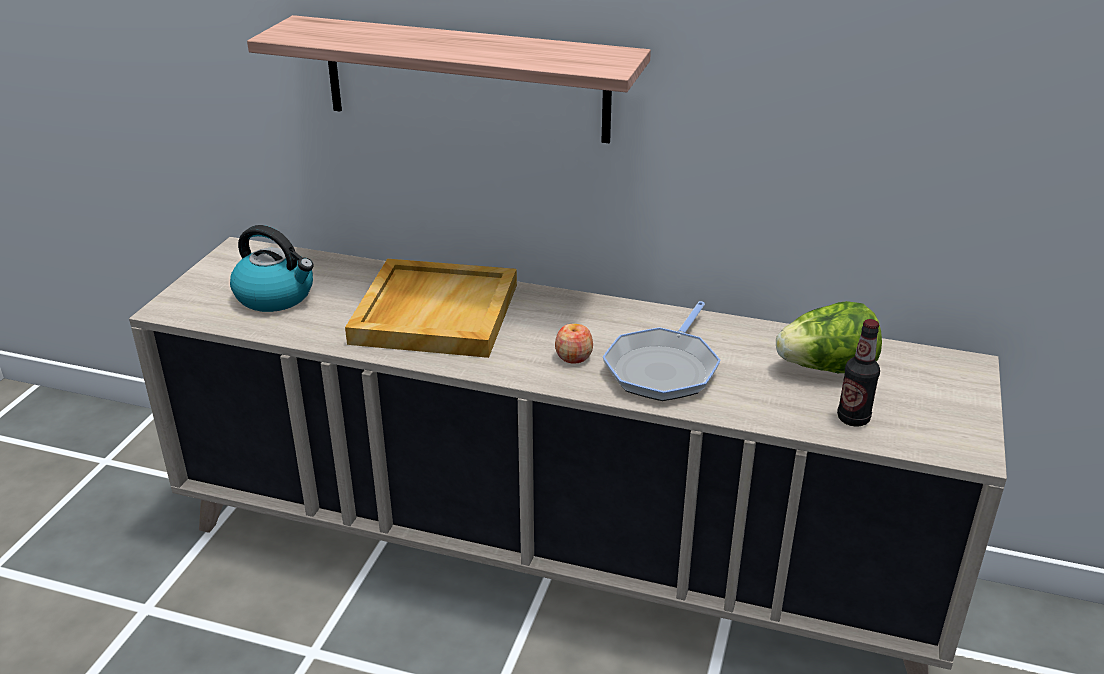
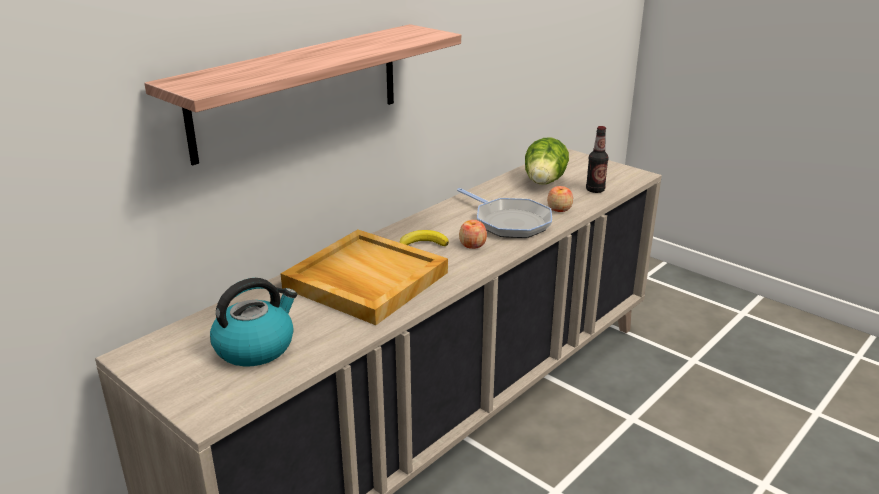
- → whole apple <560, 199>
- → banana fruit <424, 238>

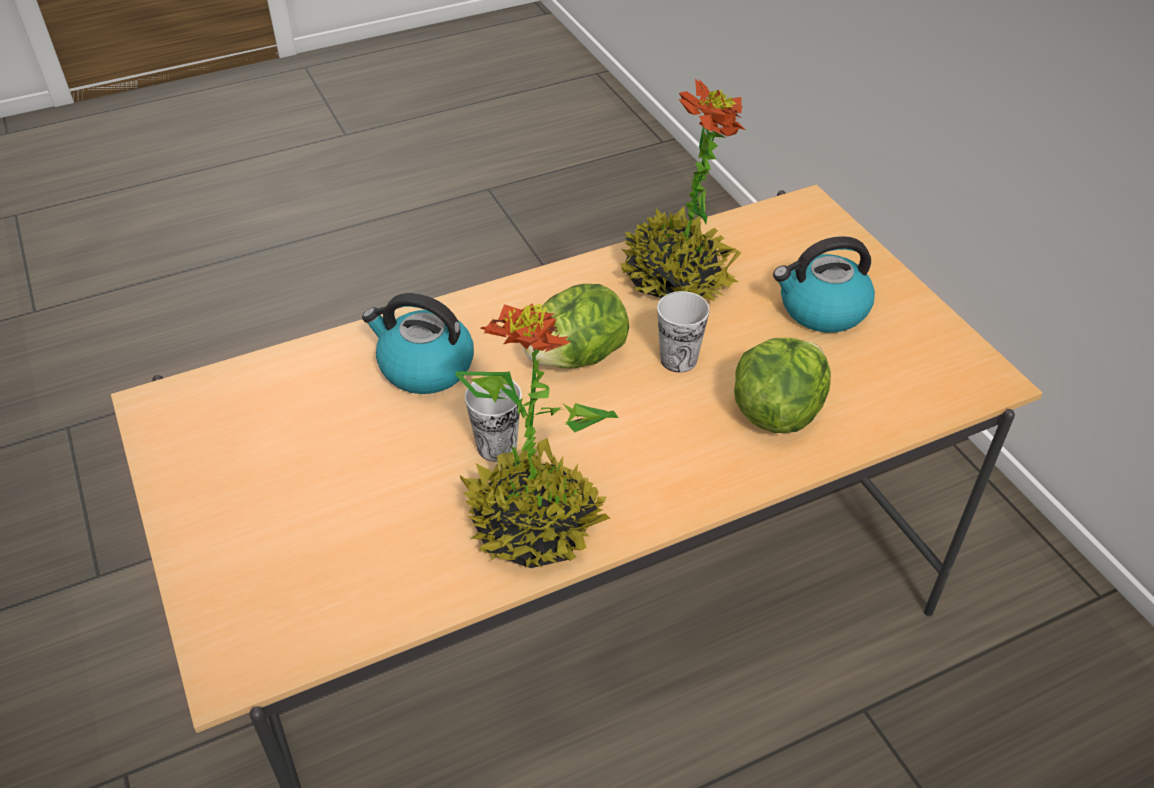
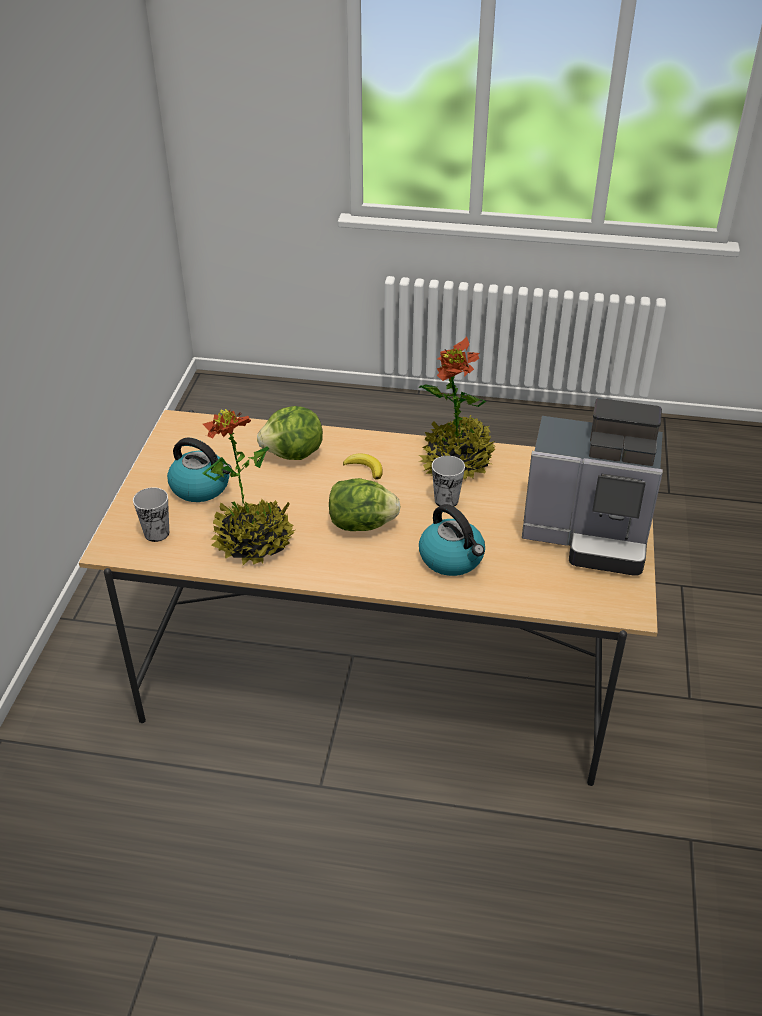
drinking cup <683, 332> → drinking cup <151, 514>, shifted
- → coffee brewer <592, 487>
- → banana fruit <363, 467>

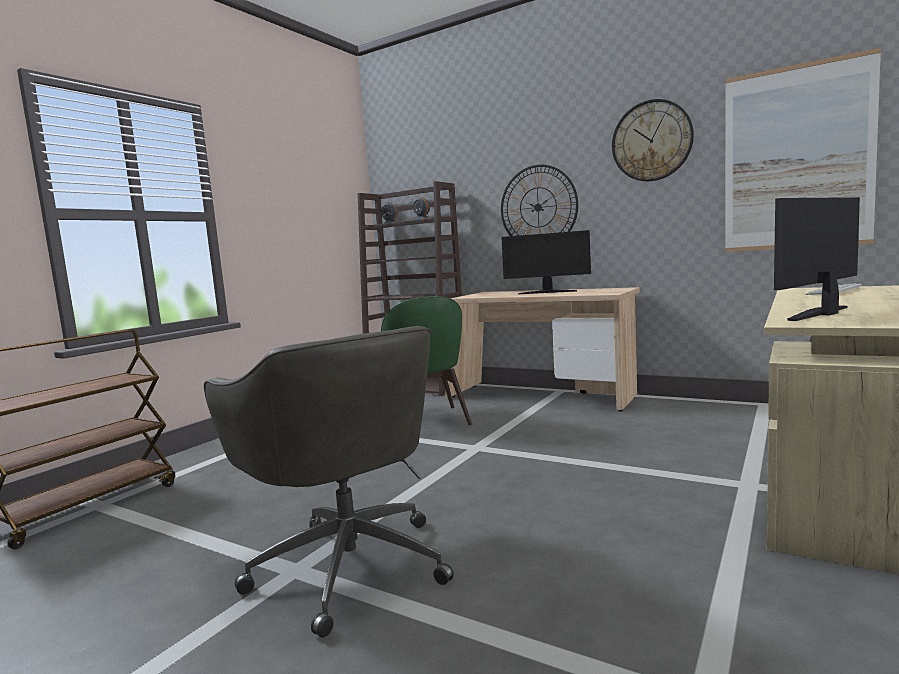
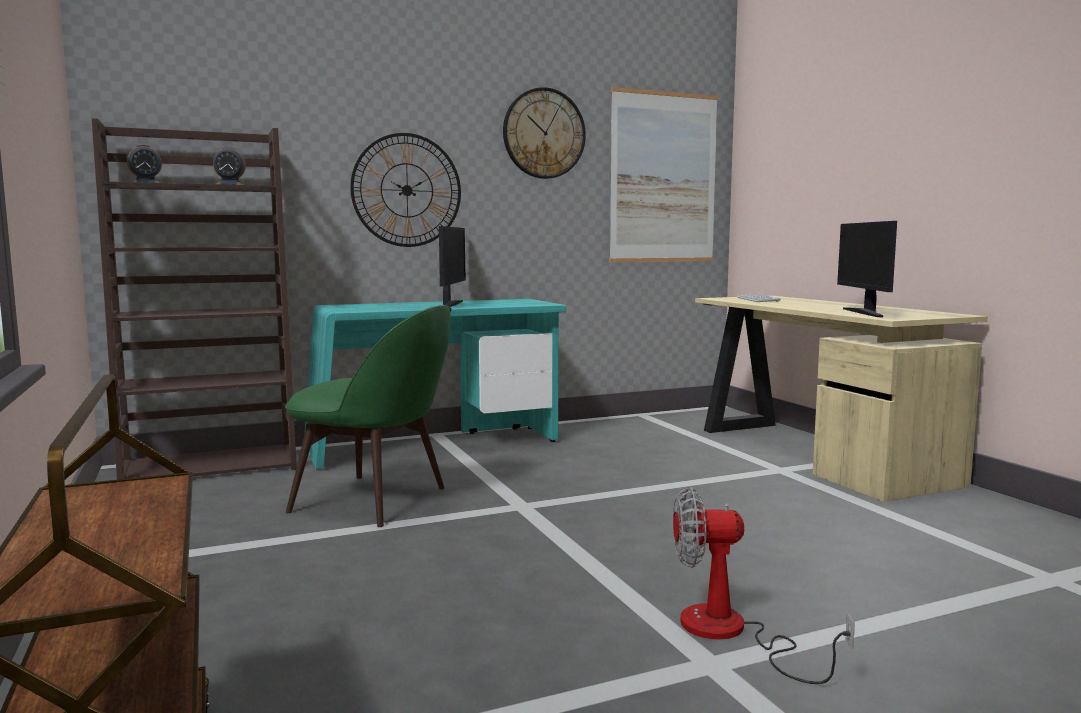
computer screen <546, 262> → computer screen <452, 266>, 45 degrees counterclockwise
beige desk <542, 349> → turquoise desk <435, 384>
gray office chair <329, 482> → cooling fan <764, 585>

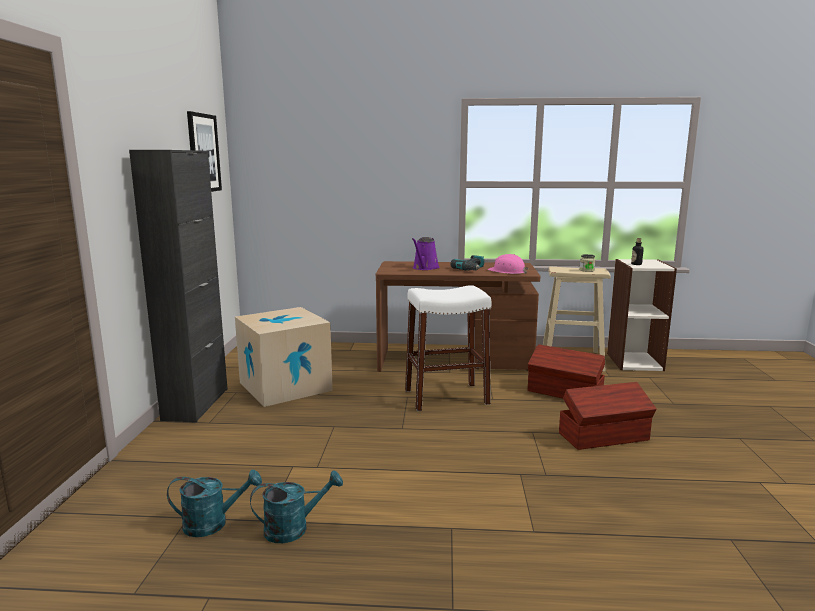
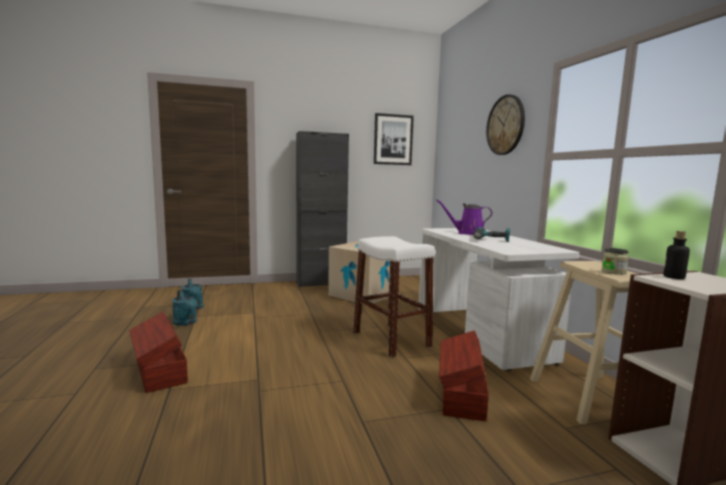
pinkish work helmet <508, 264> → -
brownish desk <458, 316> → whitish desk <499, 299>
brownish storage bin <608, 416> → brownish storage bin <158, 352>, shifted
- → hanging clock <505, 124>

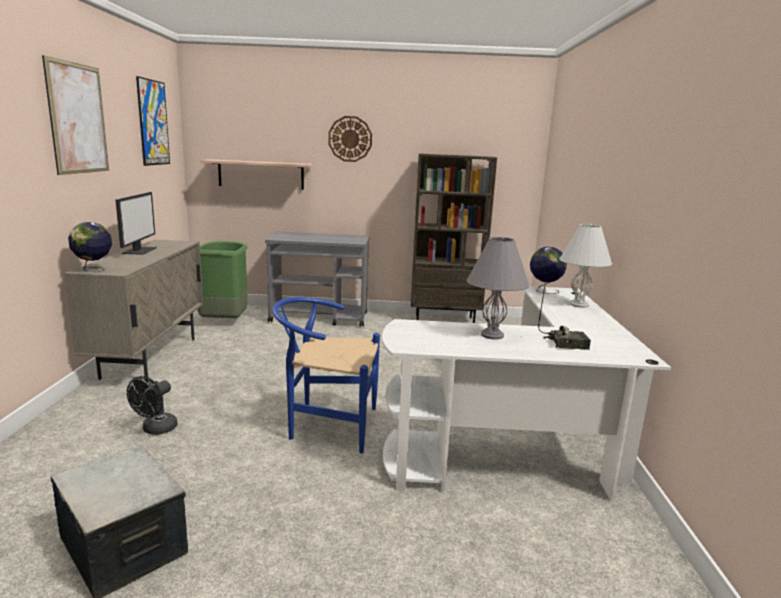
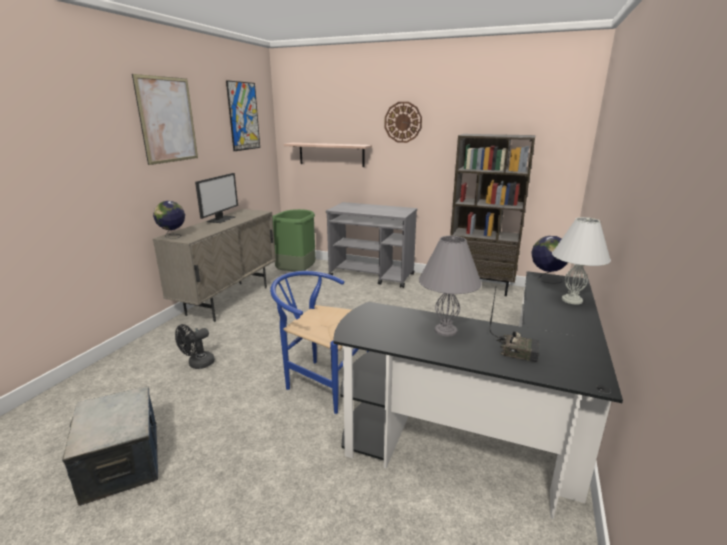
whitish desk <526, 393> → black desk <478, 395>

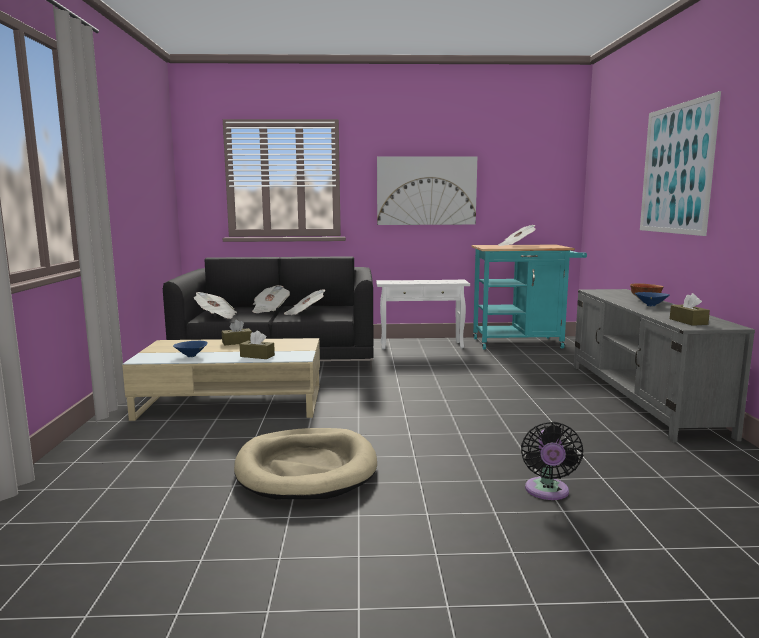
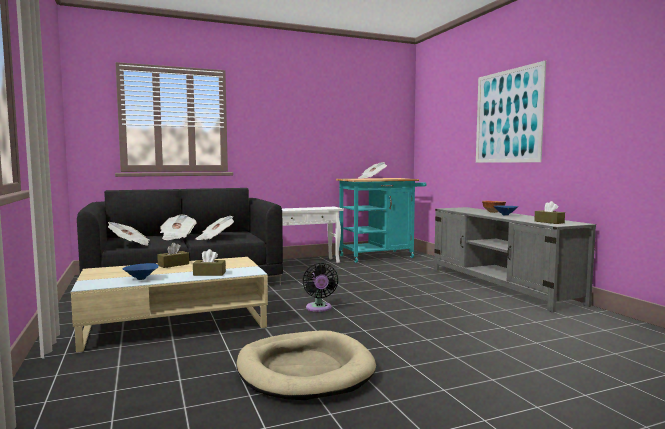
picture <427, 190> → -
black cooling fan <552, 461> → black cooling fan <320, 287>, shifted

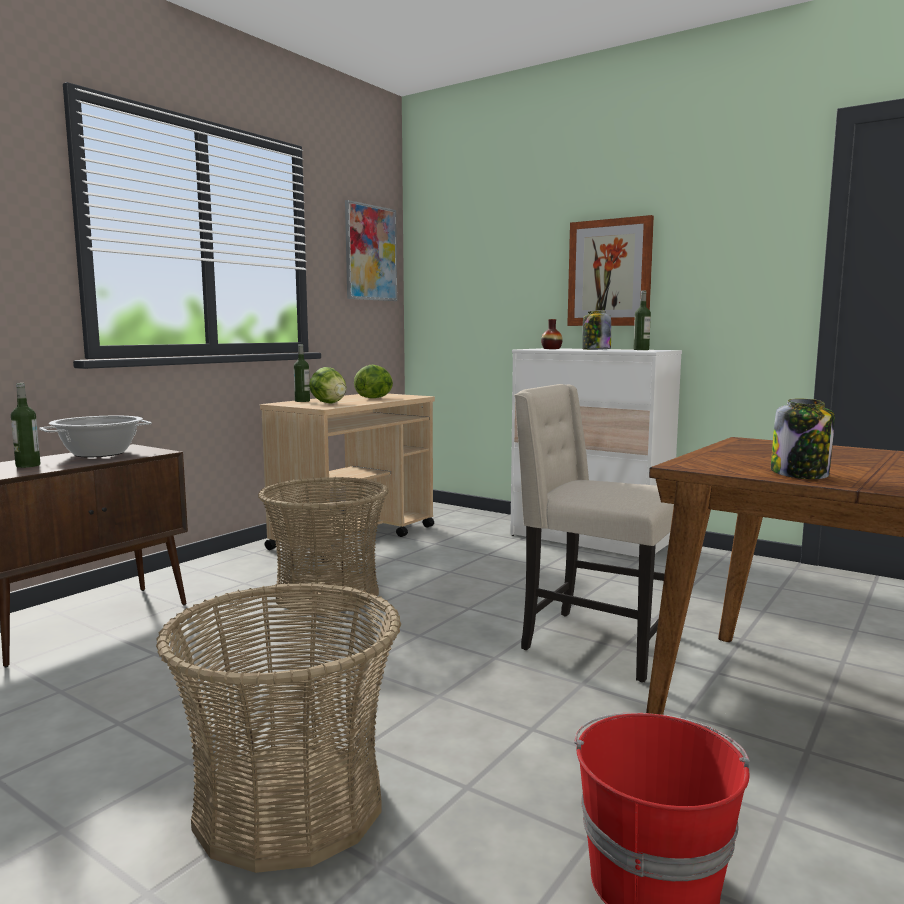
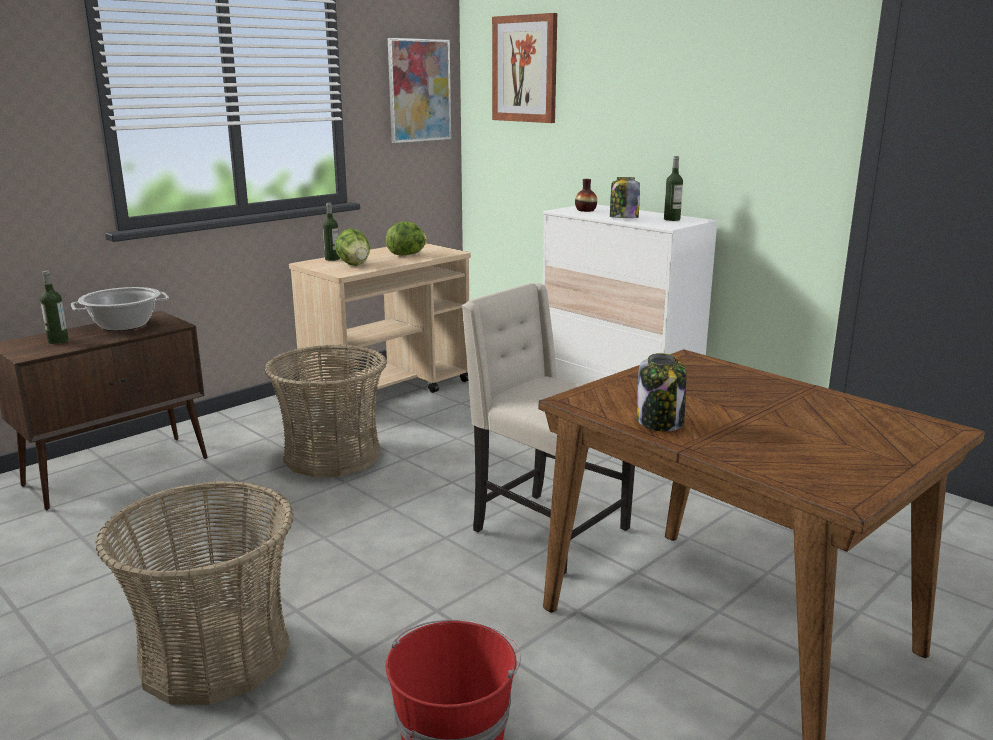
picture <610, 270> → picture <524, 68>, shifted

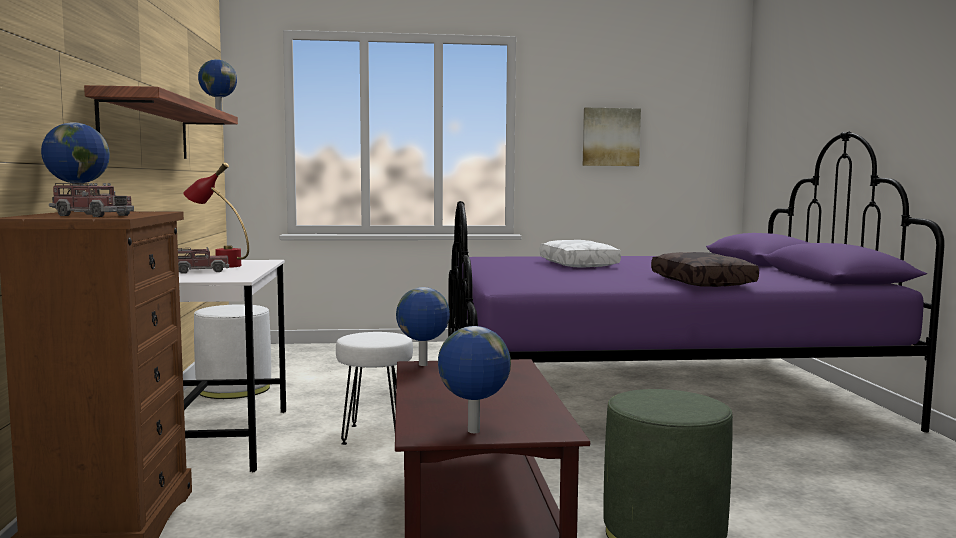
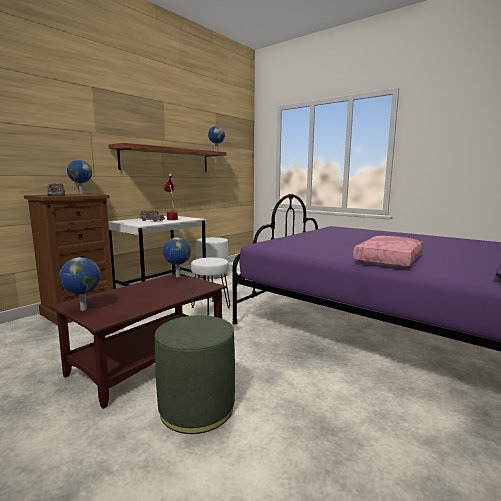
picture <612, 137> → -
whitish throw pillow <580, 253> → -
brownish throw pillow <705, 269> → pinkish throw pillow <388, 251>

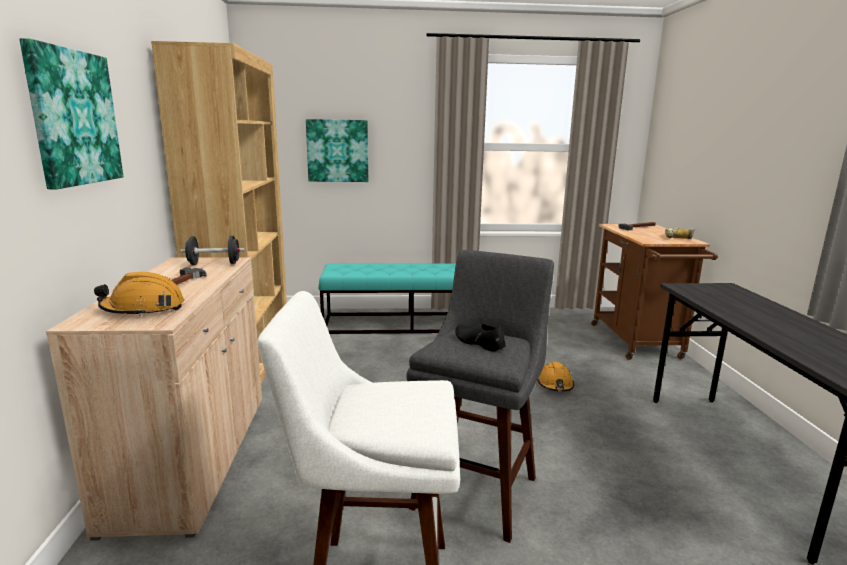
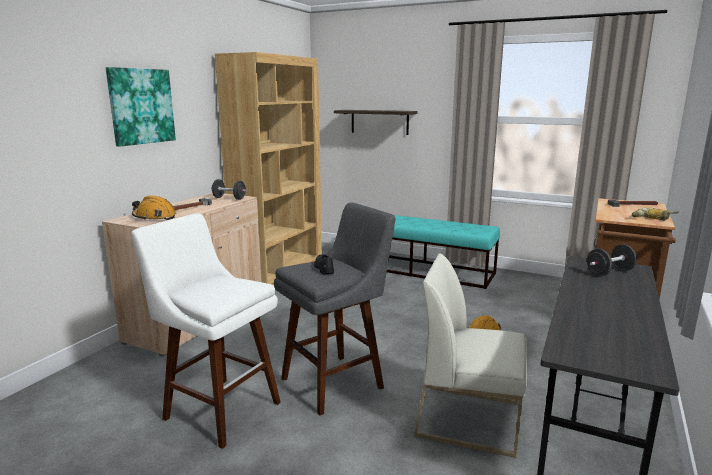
picture <337, 150> → wall shelf <375, 122>
- → black hand weight <612, 260>
- → whitish plain chair <470, 355>

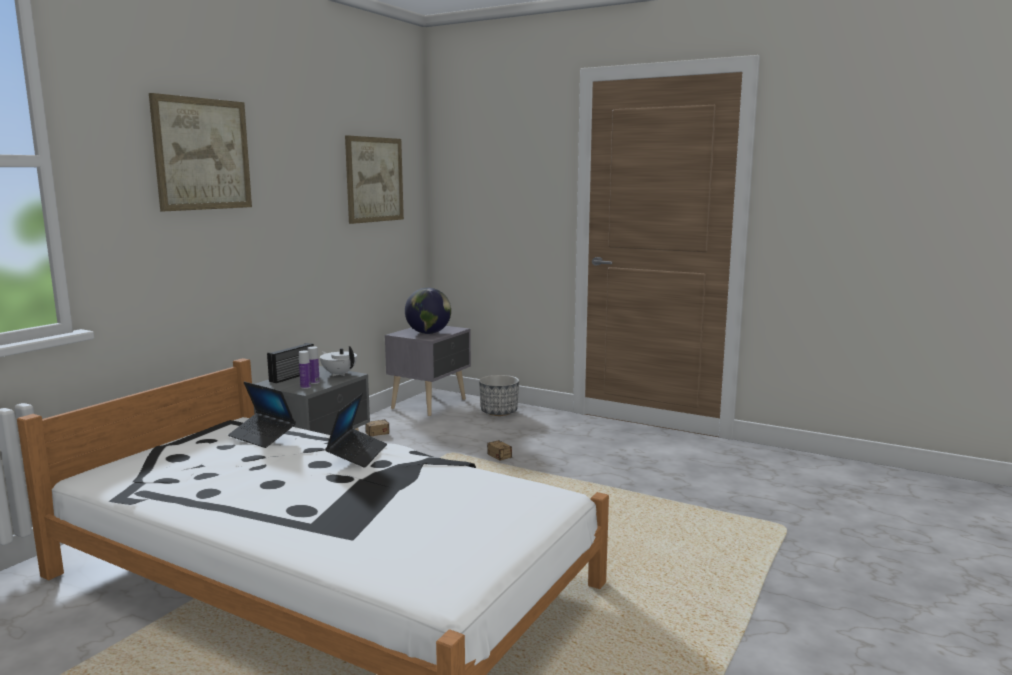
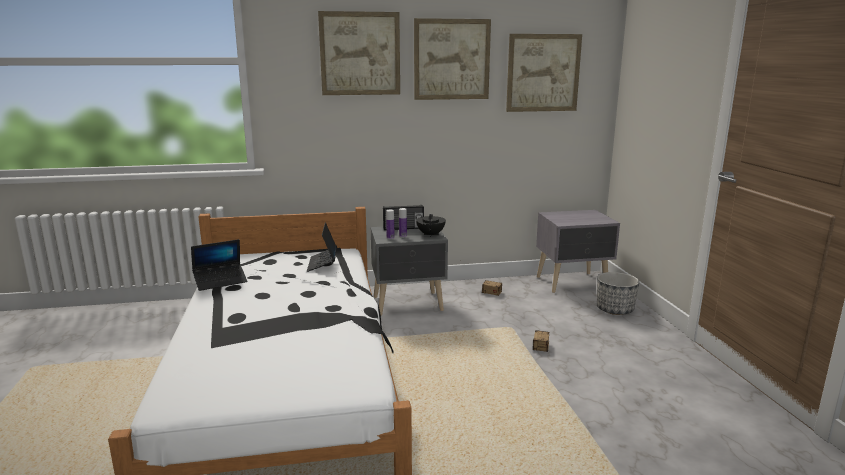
world globe <428, 311> → -
whitish pot for tea <338, 361> → black pot for tea <431, 225>
notebook computer <356, 430> → notebook computer <219, 265>, shifted
- → picture <452, 59>

